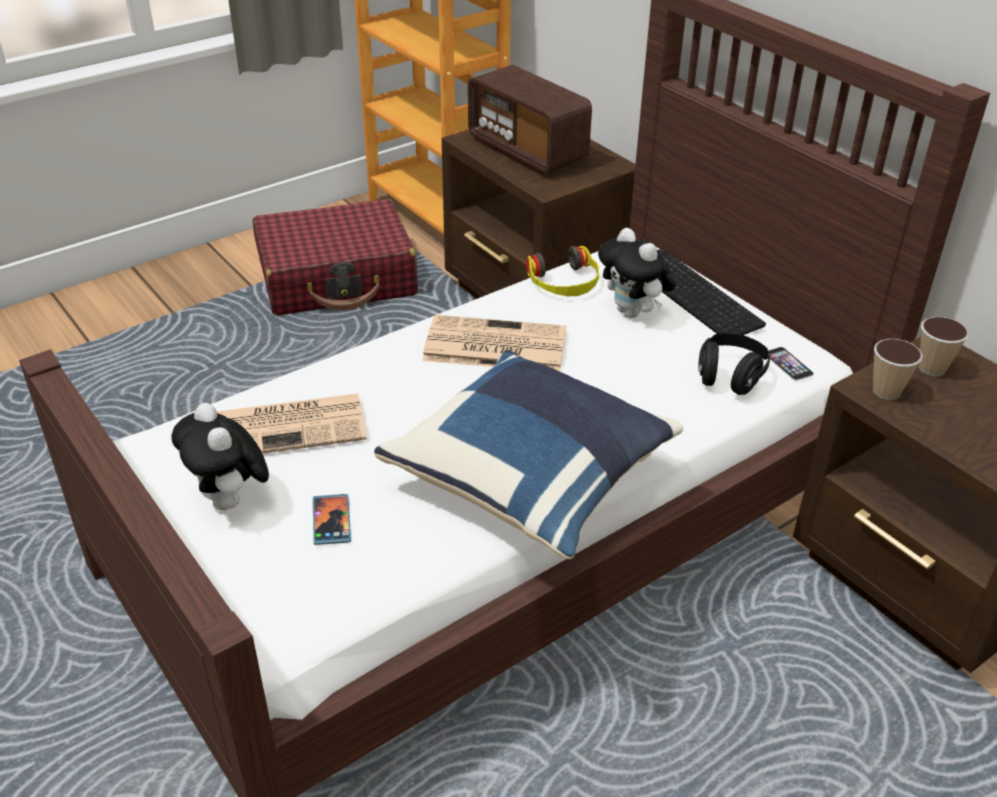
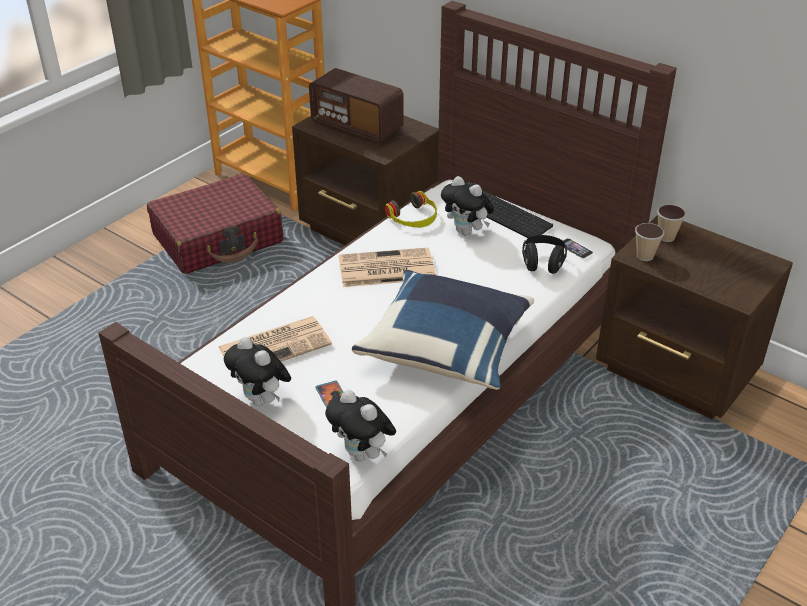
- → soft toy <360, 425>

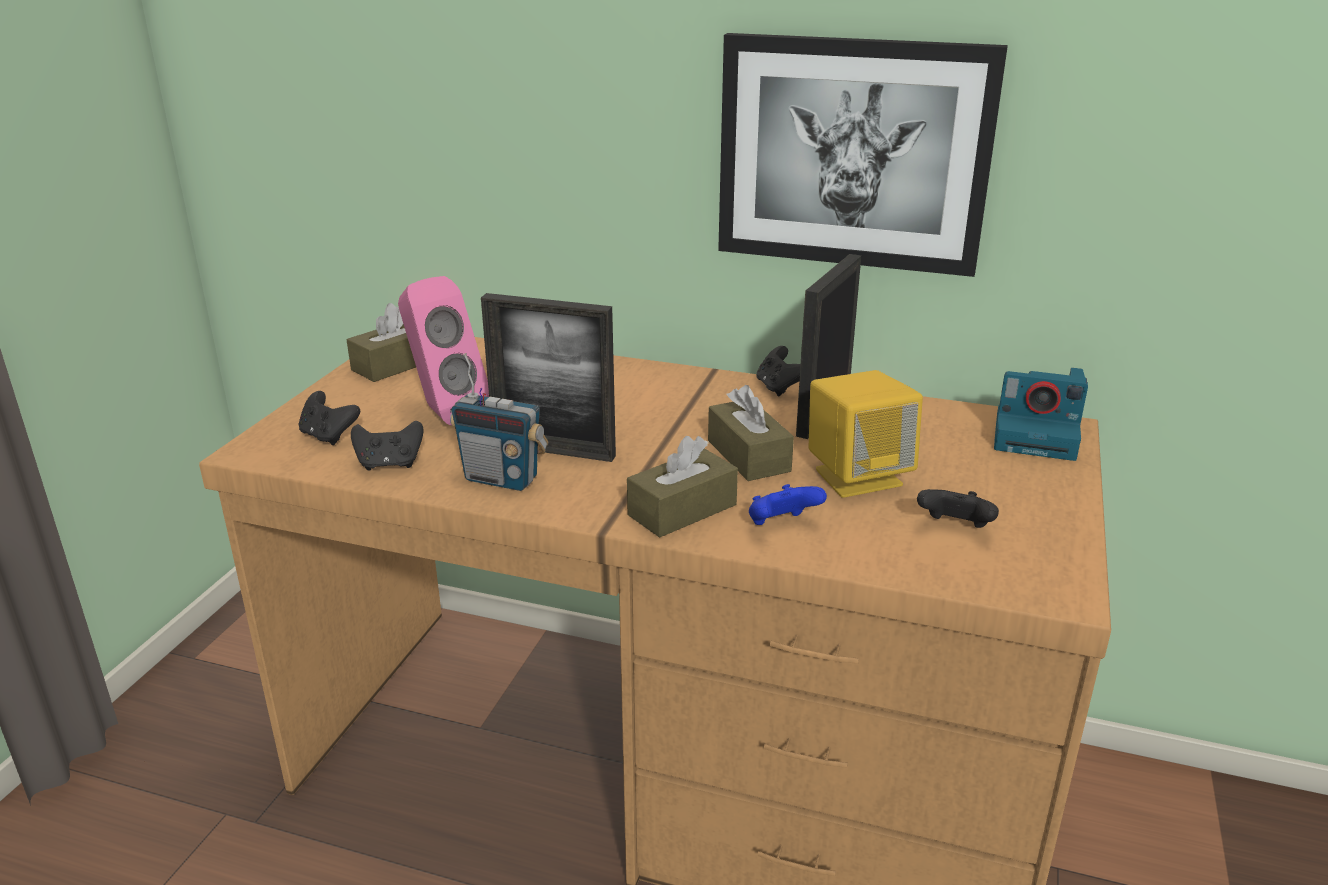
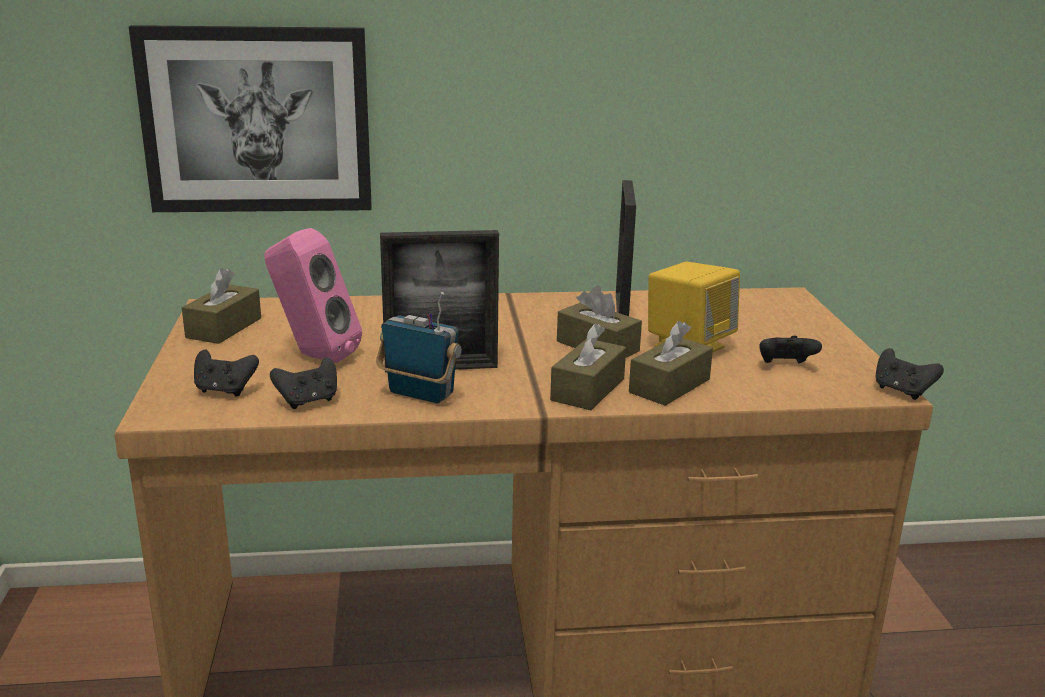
picture <863, 155> → picture <250, 118>, shifted
black gamepad <778, 371> → black gamepad <909, 374>, shifted
radio set <499, 422> → radio set <419, 347>, 150 degrees counterclockwise
photo camera <1041, 414> → -
blue-coloured gamepad <788, 504> → brownish box of tissues <671, 363>

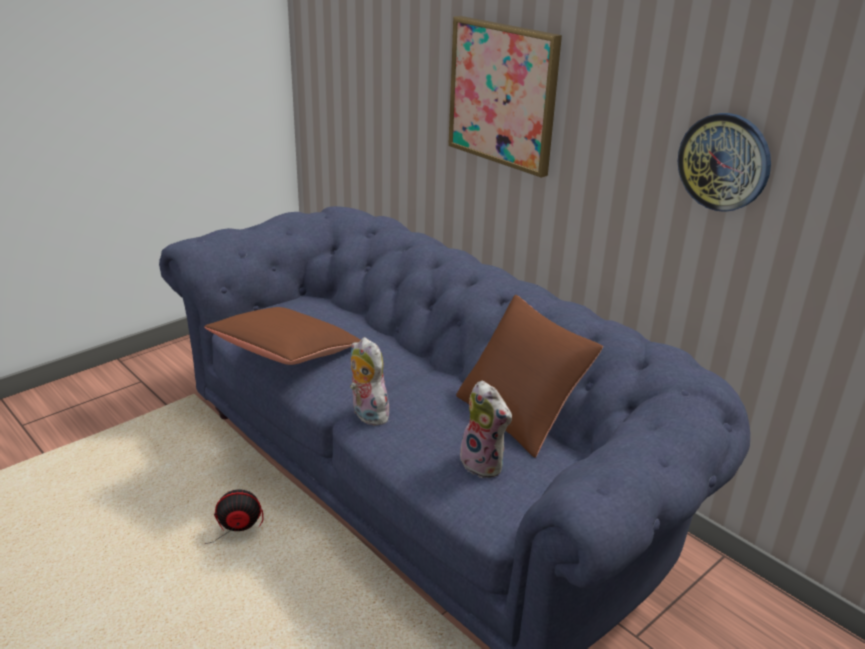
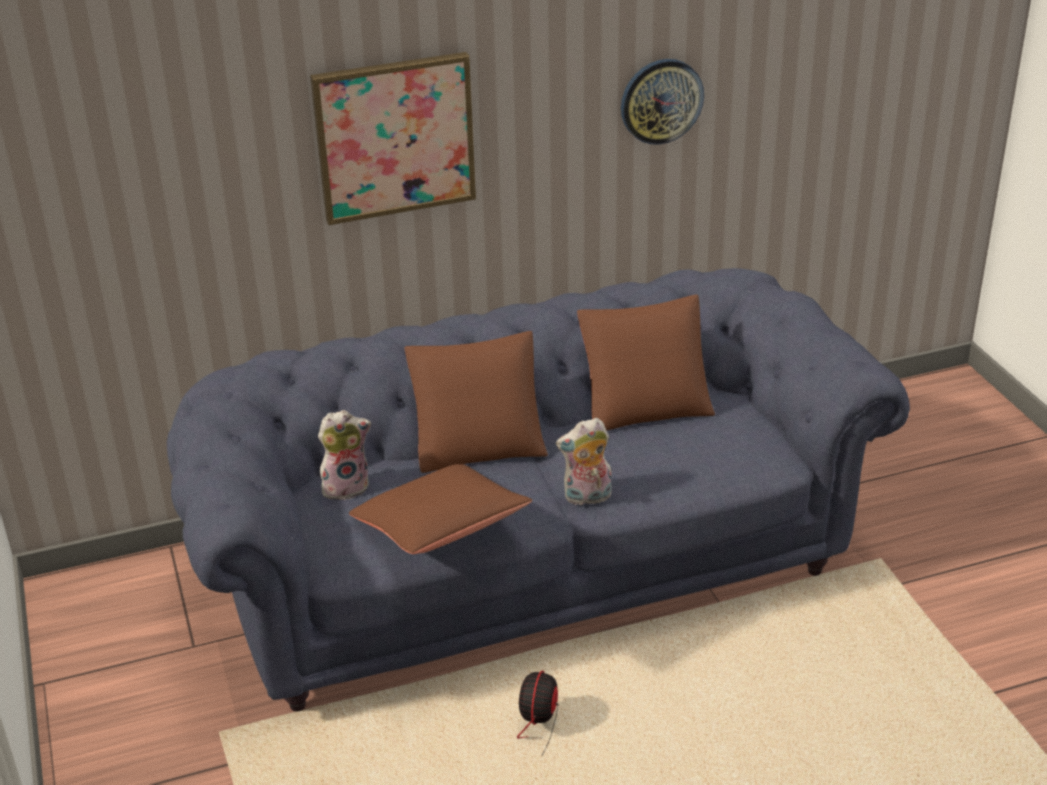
soft toy <486, 429> → soft toy <344, 455>, shifted
- → brownish throw pillow <476, 402>

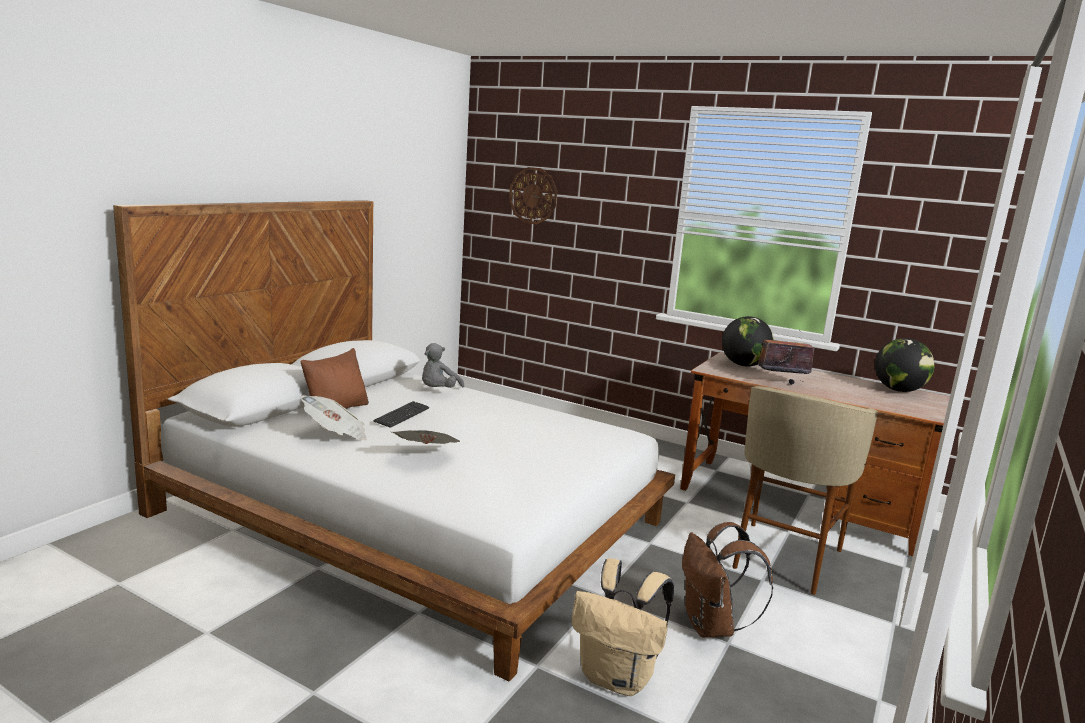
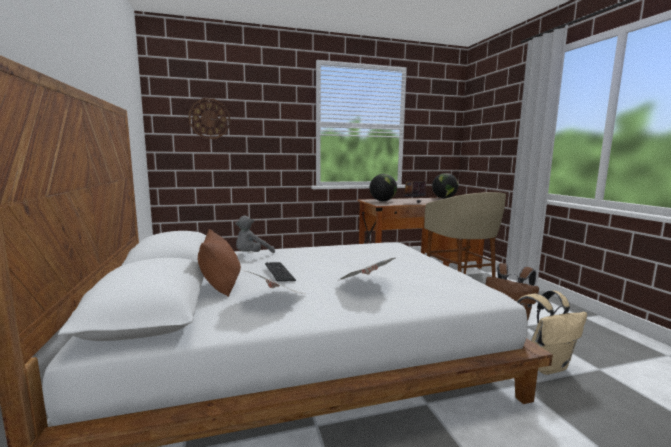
gray soft toy <443, 365> → gray soft toy <255, 234>, 60 degrees clockwise

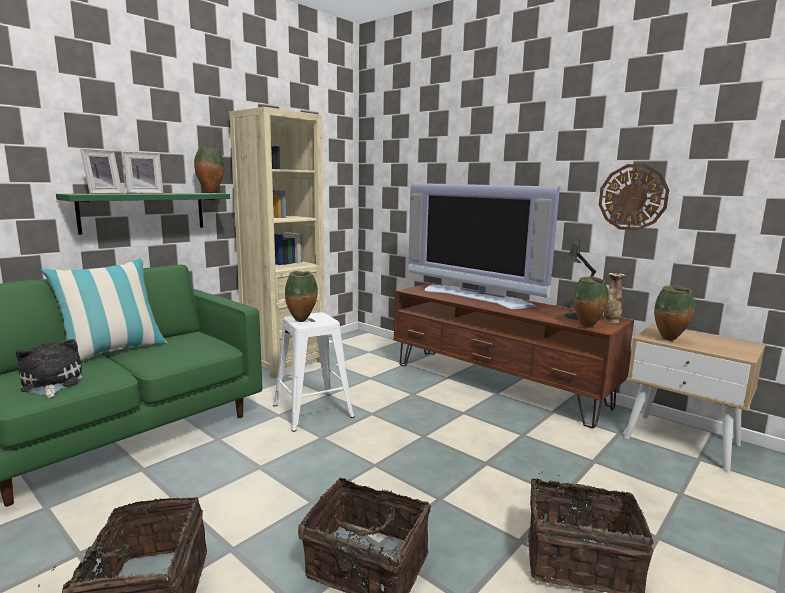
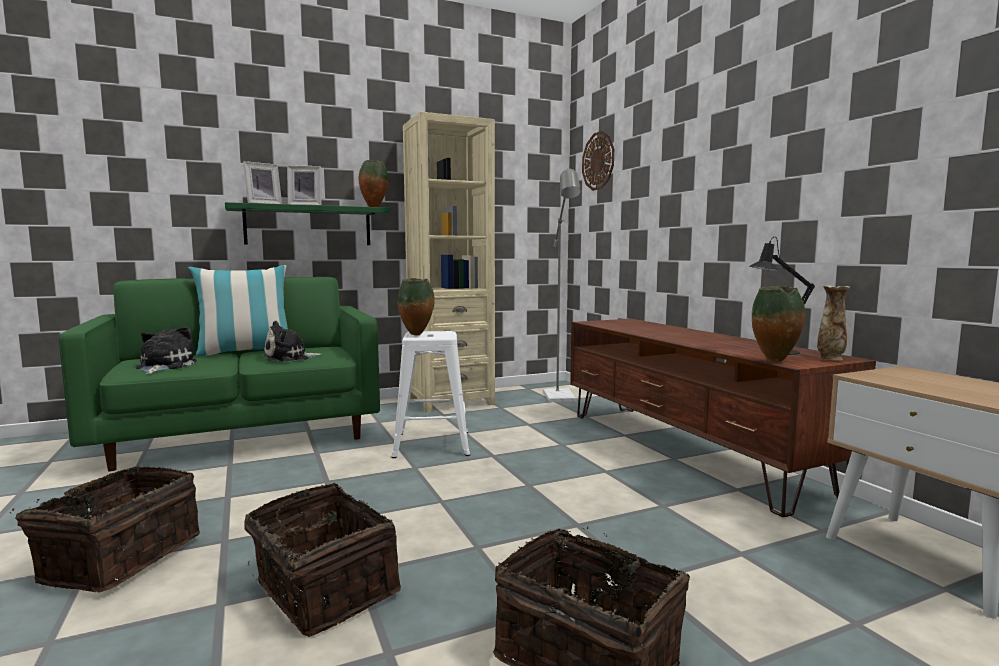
hanging clock <634, 197> → hanging clock <598, 161>, shifted
TV set <484, 246> → -
vase <674, 313> → -
- → gray floor lamp <562, 285>
- → soft toy <293, 341>

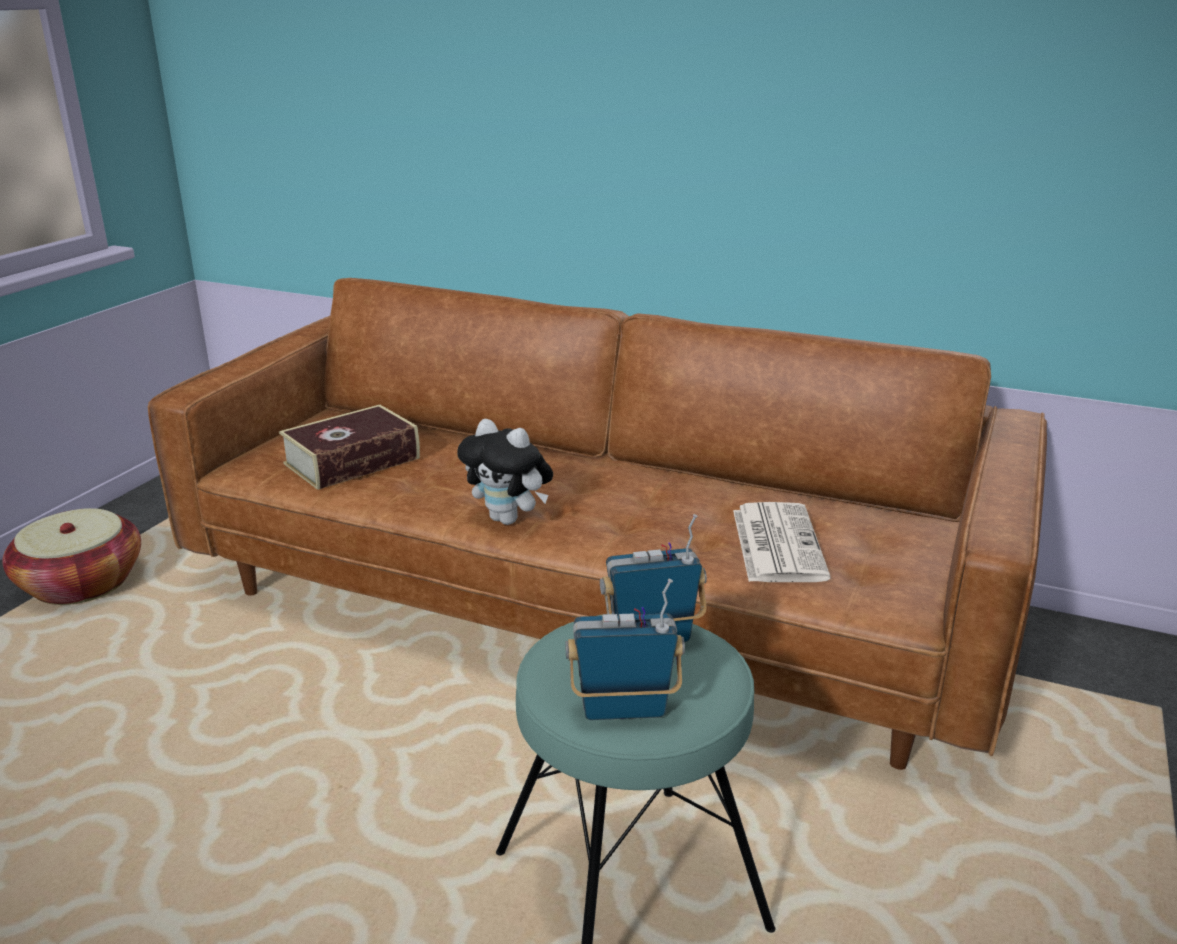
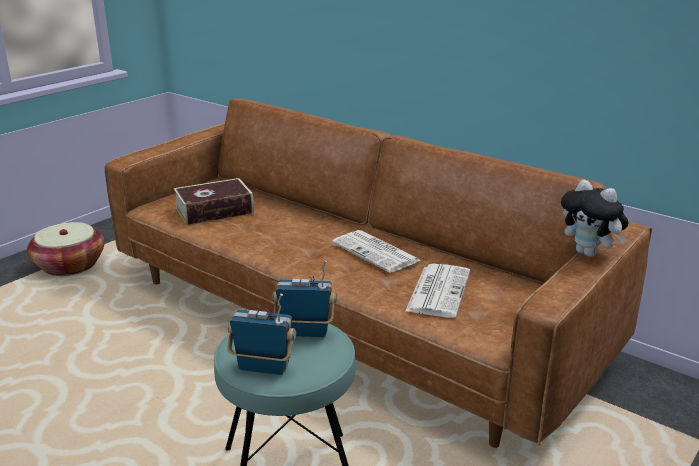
soft toy <505, 472> → soft toy <595, 218>, shifted
- → newspaper <376, 251>

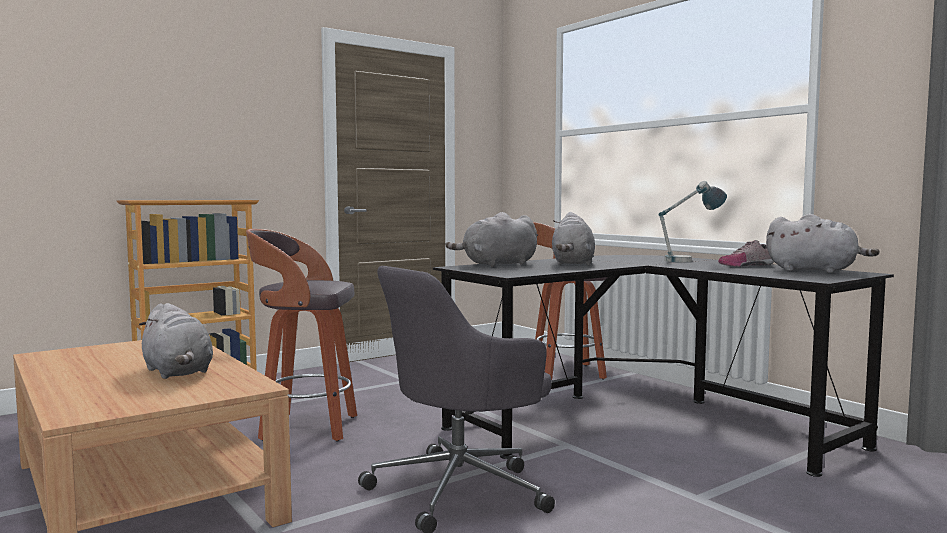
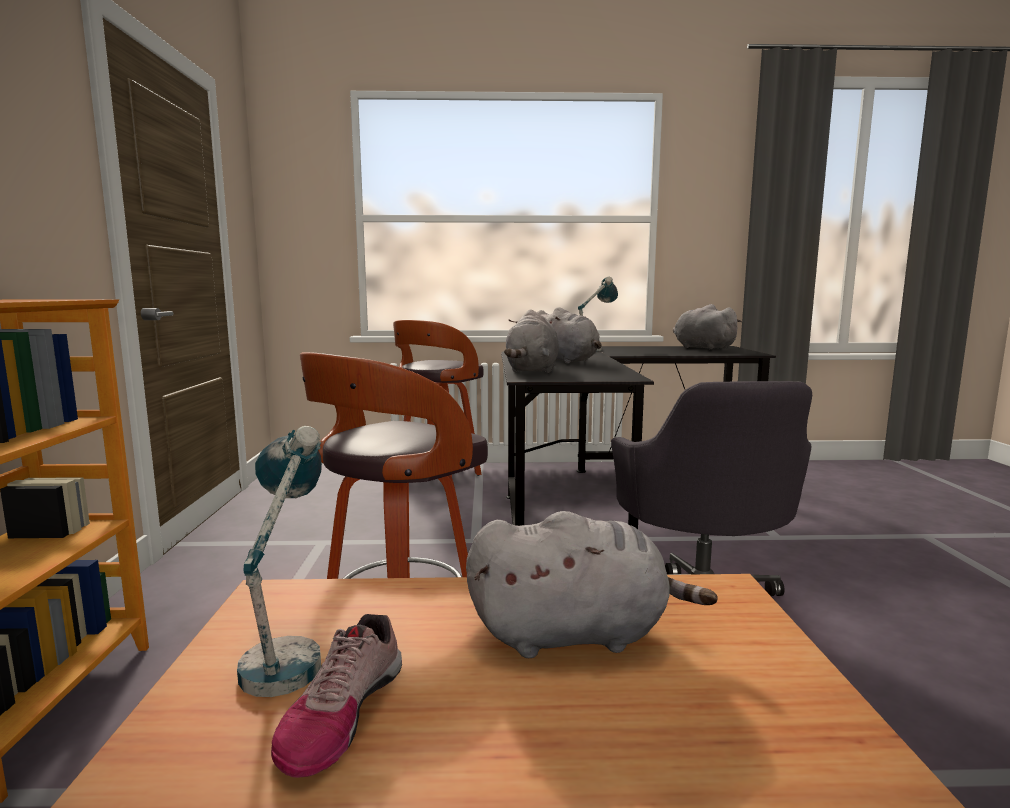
gray soft toy <822, 243> → gray soft toy <707, 326>, 105 degrees counterclockwise
item of footwear <745, 253> → item of footwear <336, 696>, shifted
- → lamp for a table <279, 561>

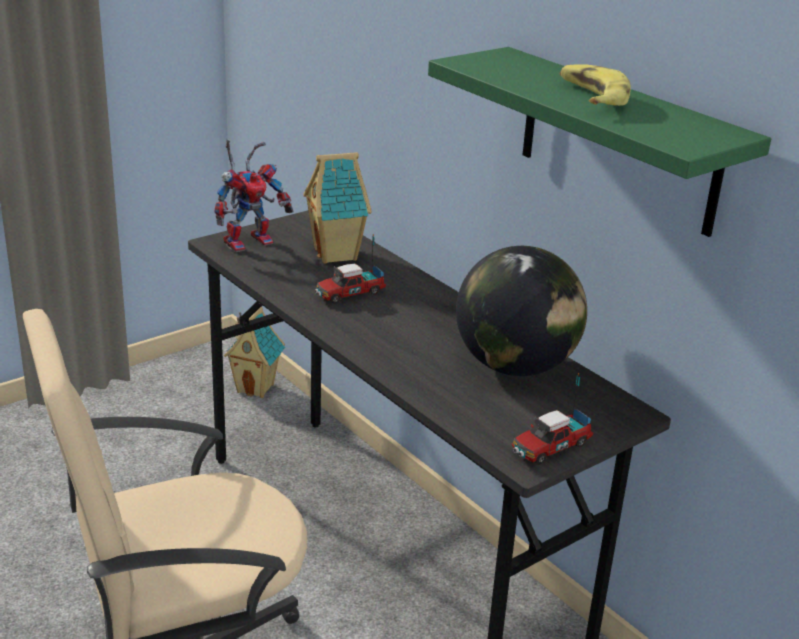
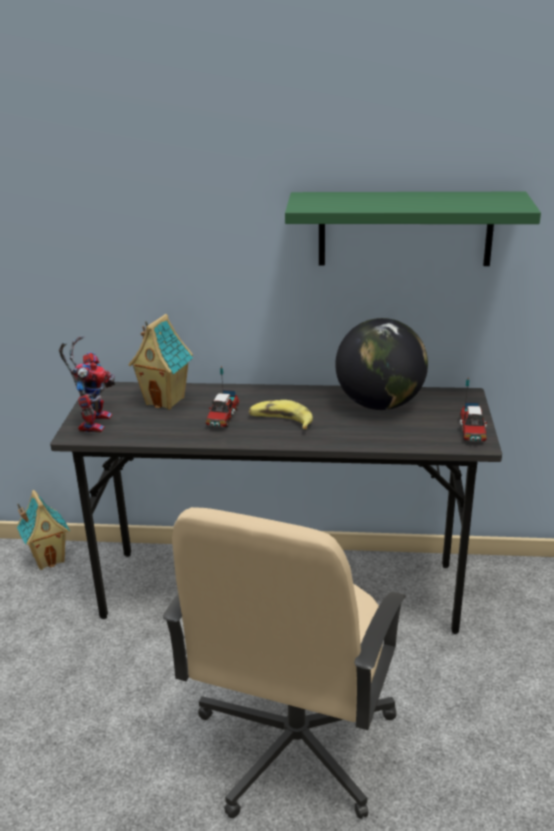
banana fruit <595, 85> → banana fruit <281, 414>, shifted

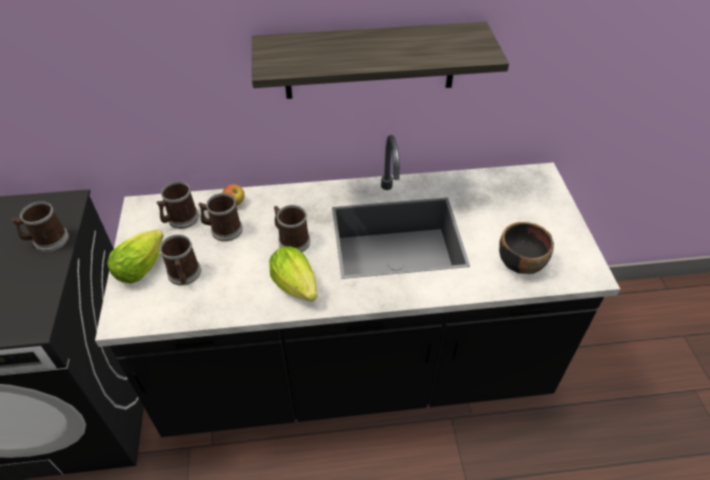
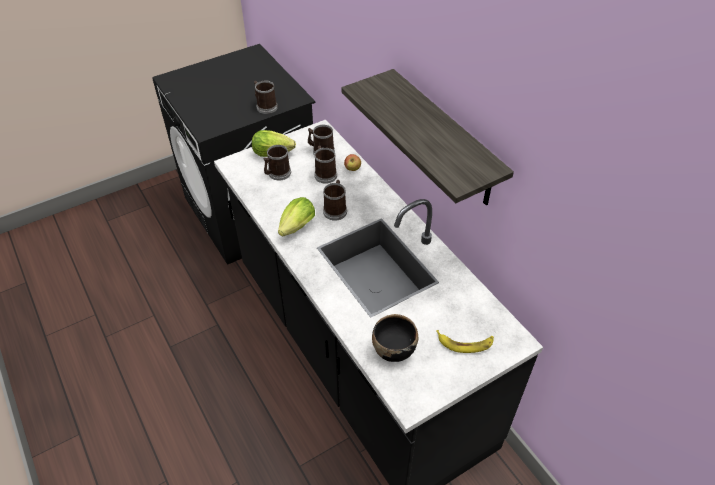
- → banana fruit <465, 341>

